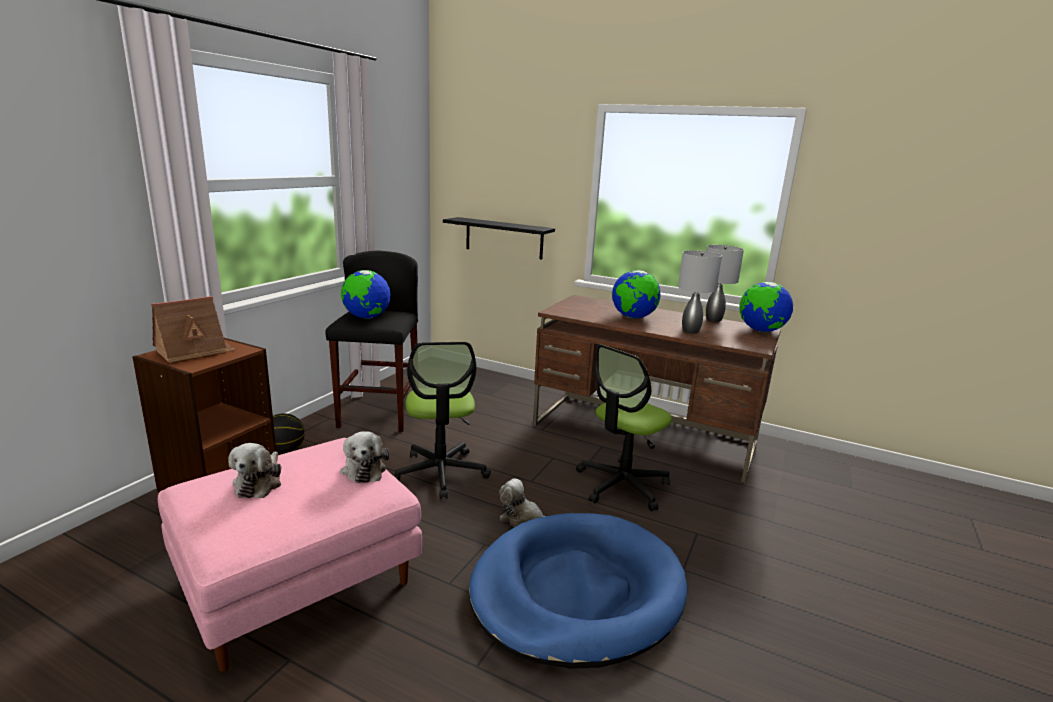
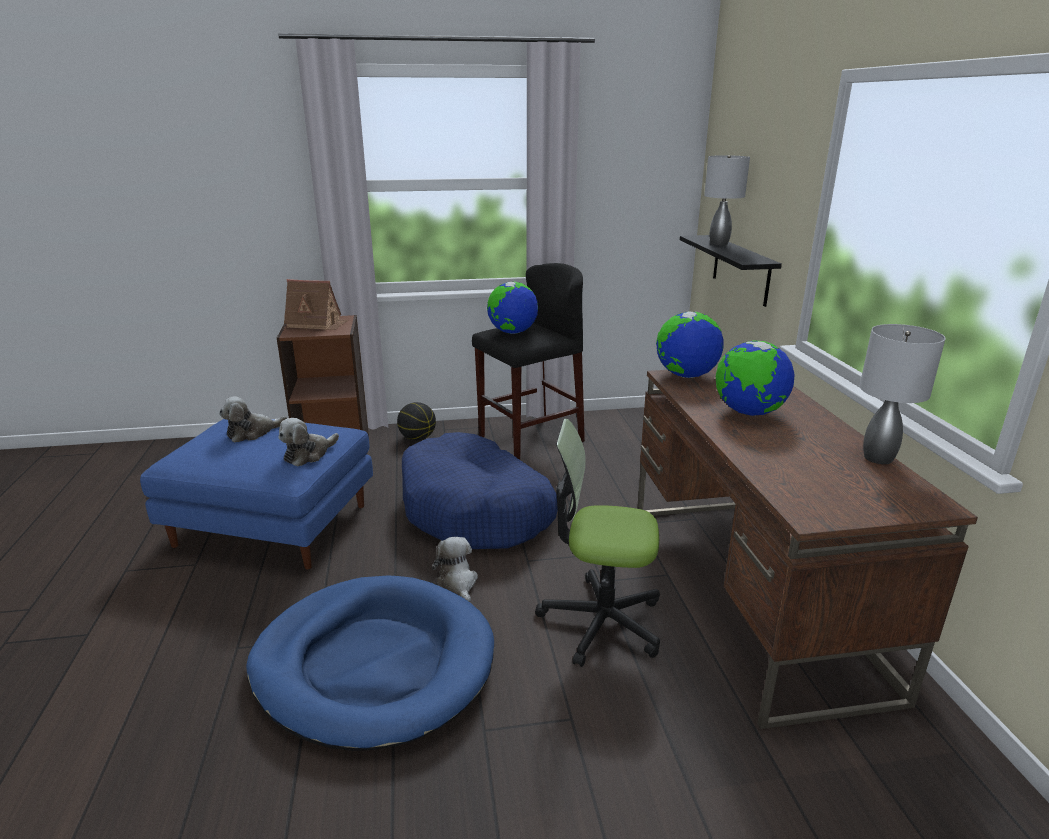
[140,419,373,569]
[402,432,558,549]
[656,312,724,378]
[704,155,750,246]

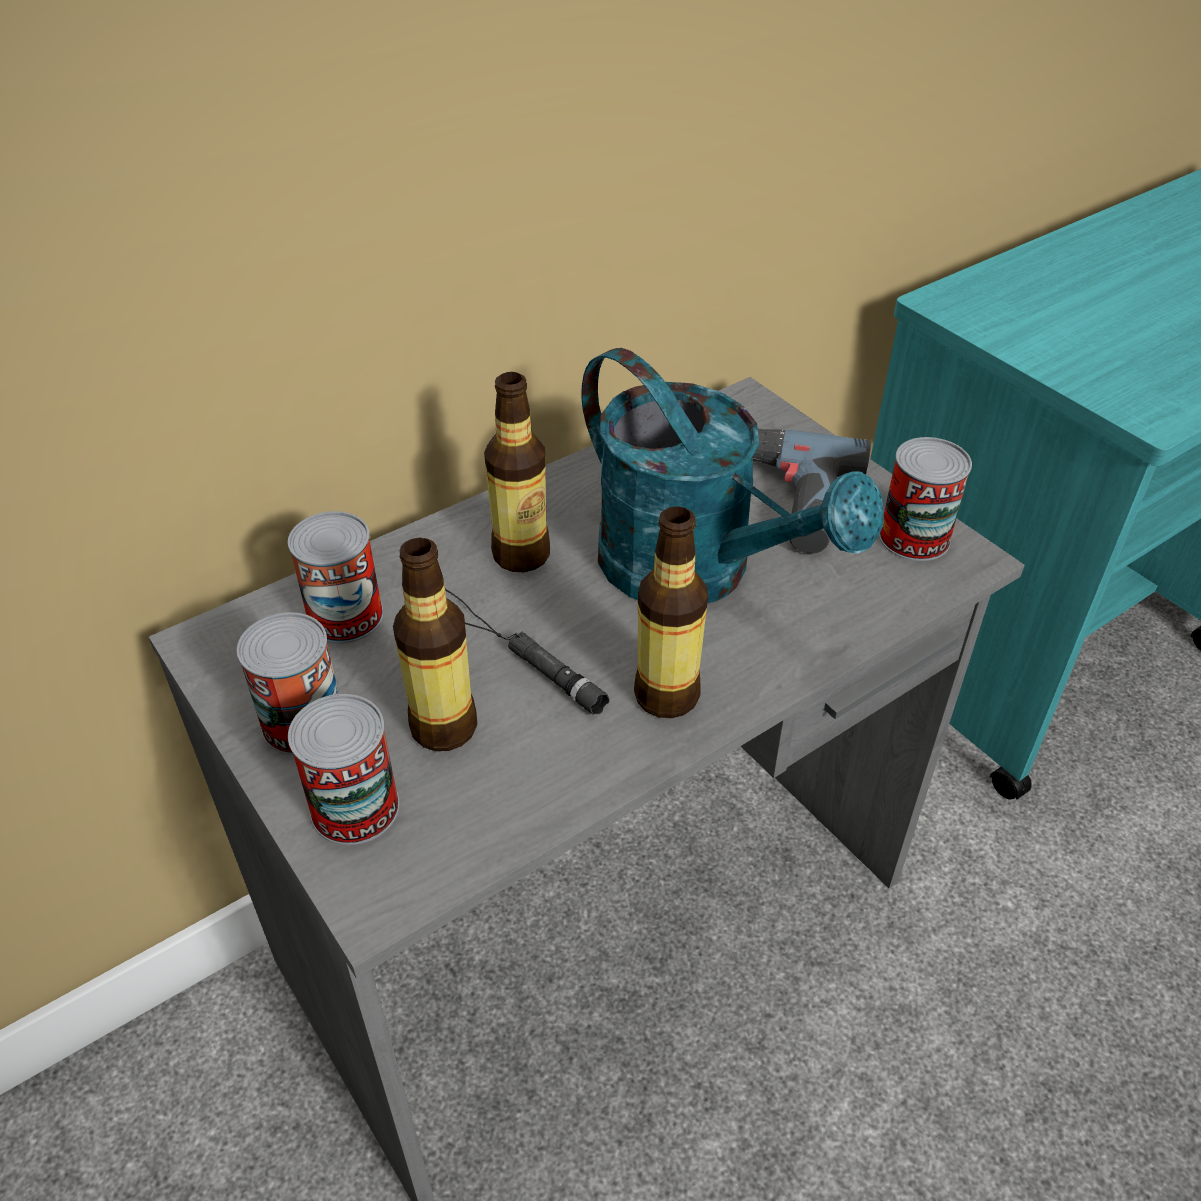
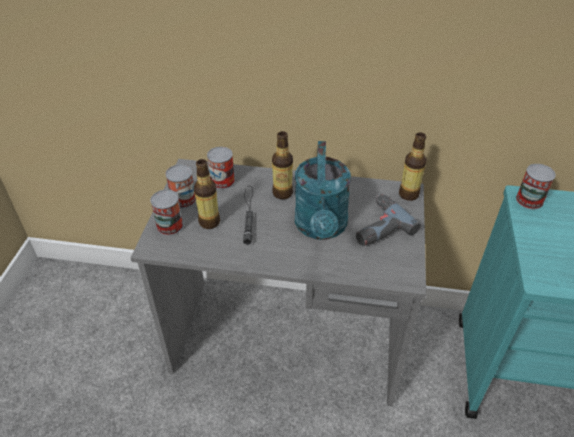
[399,132,427,201]
[516,164,556,209]

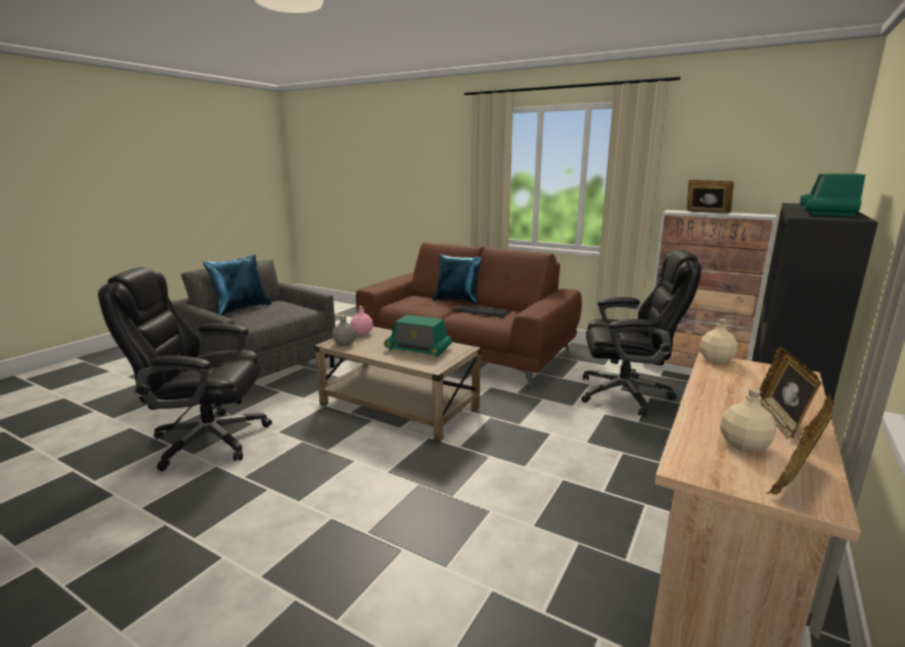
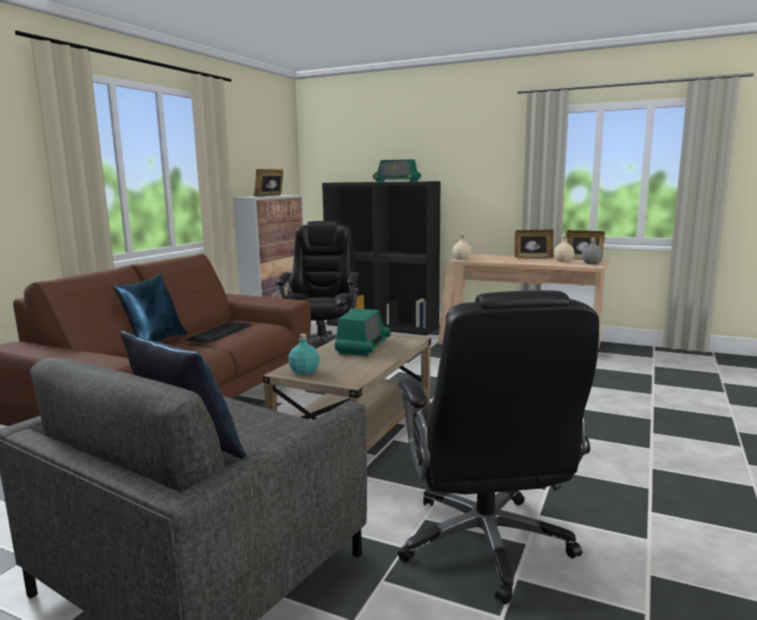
[288,334,320,375]
[581,238,603,264]

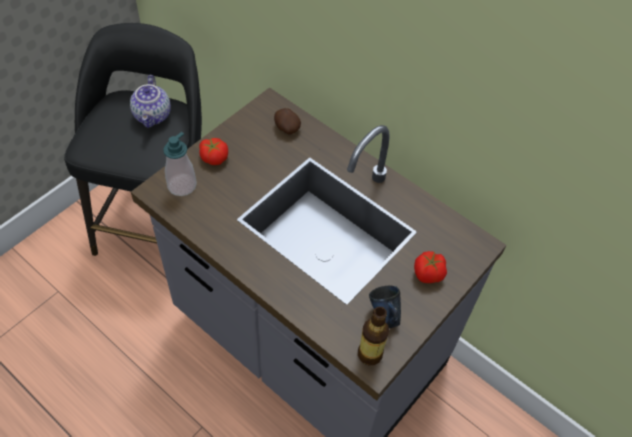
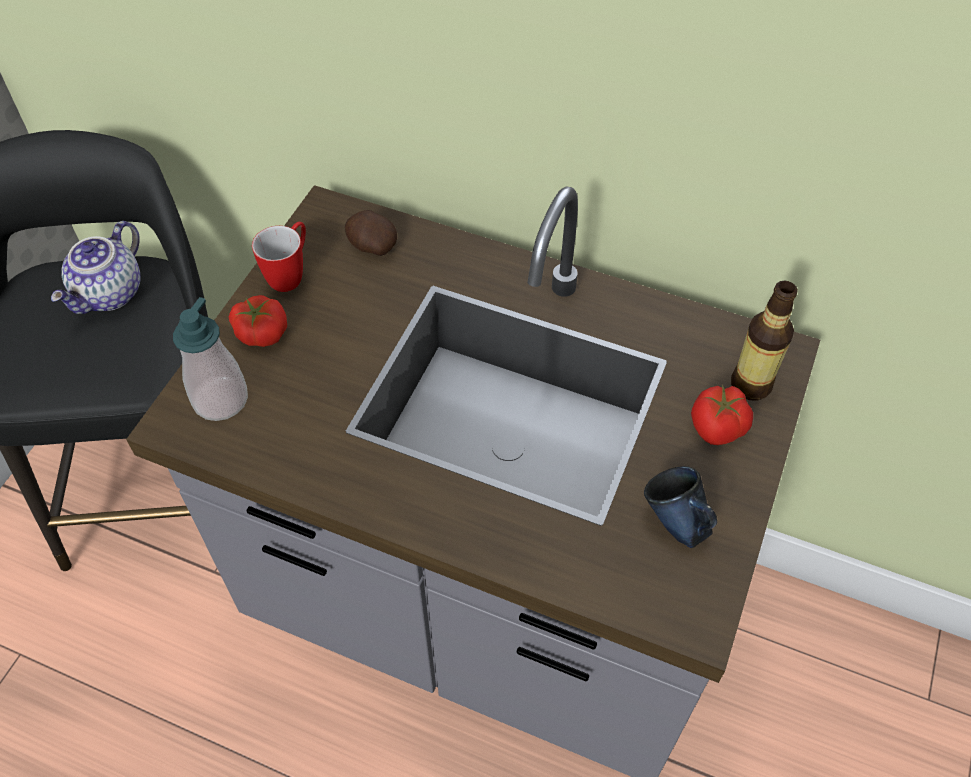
[51,221,141,314]
[252,222,306,292]
[731,280,798,401]

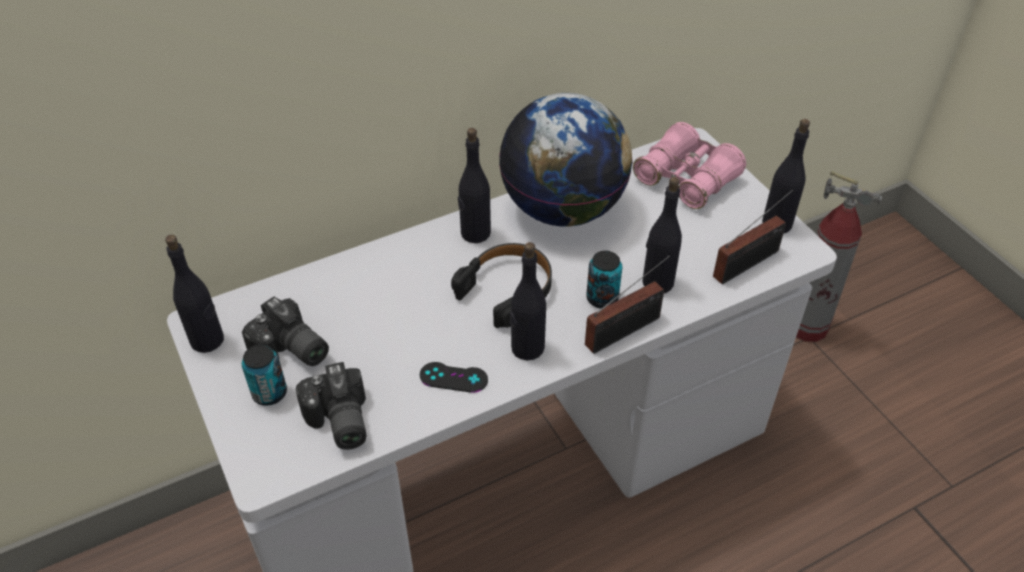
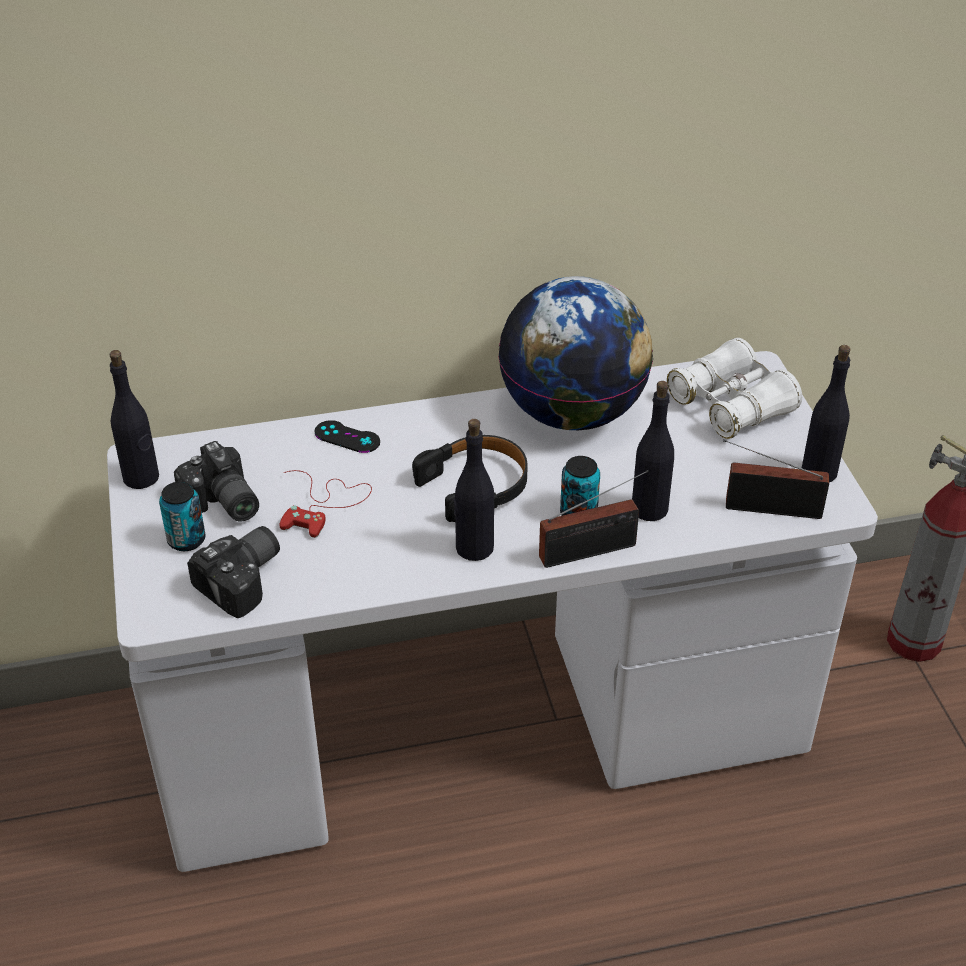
[187,526,280,618]
[279,470,372,538]
[315,420,380,453]
[667,338,802,439]
[723,440,829,519]
[458,128,491,243] (first image)

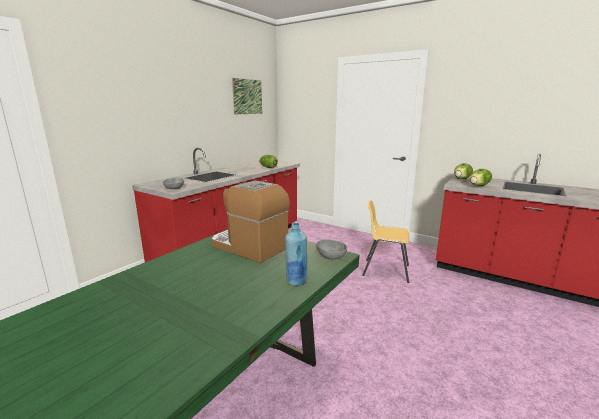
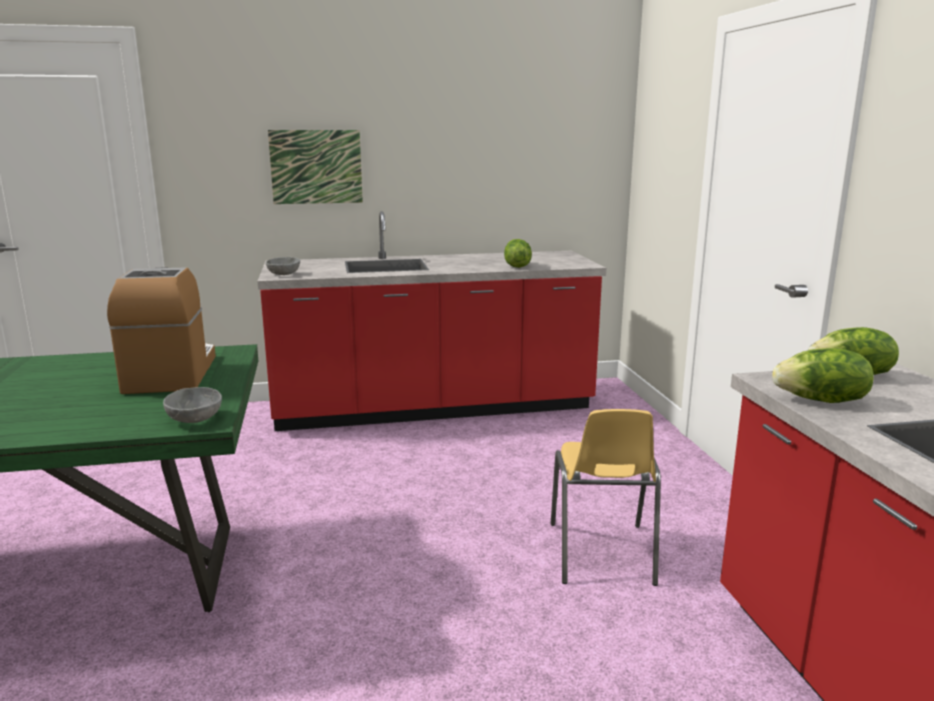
[268,130,363,204]
[550,409,661,586]
[285,223,307,286] (first image)

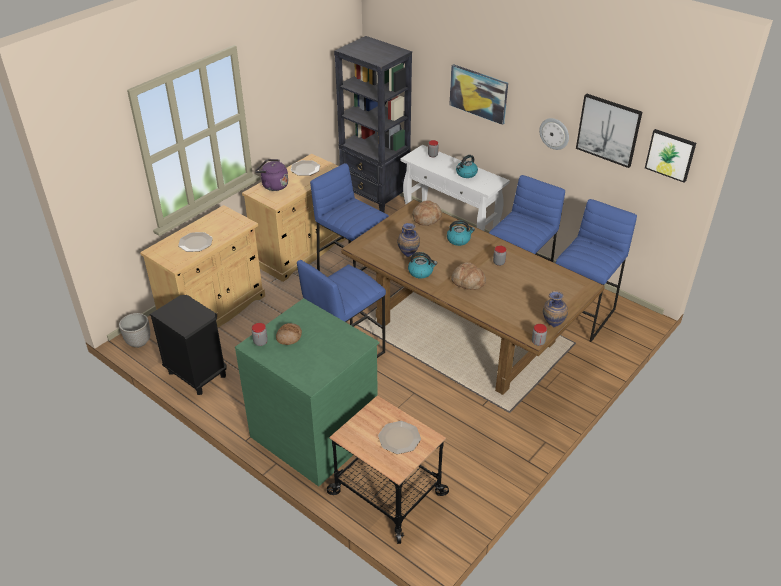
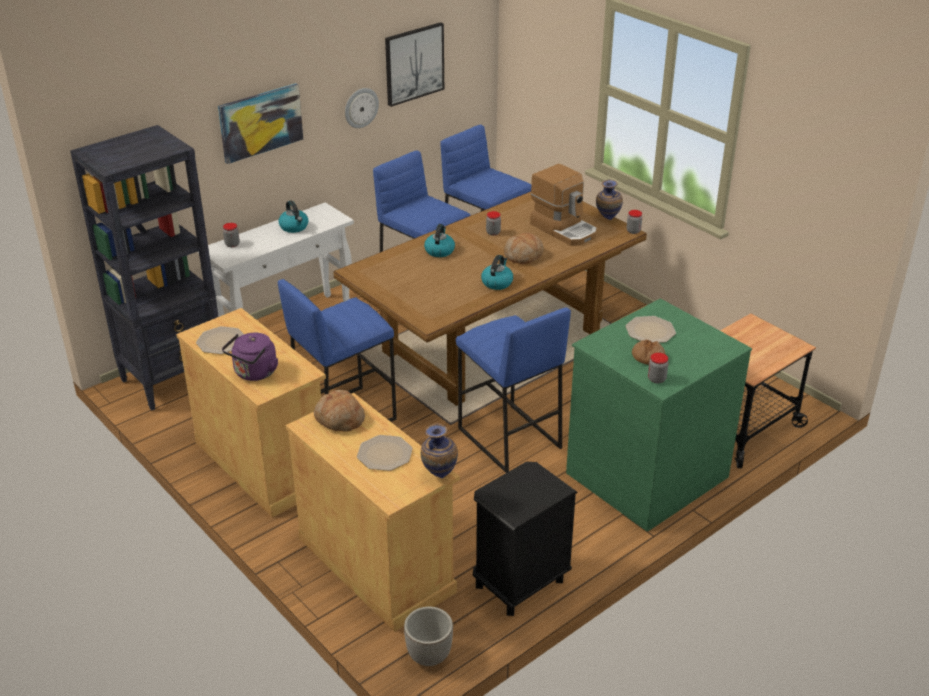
[314,390,365,432]
[421,423,458,479]
[530,164,597,246]
[626,316,676,343]
[645,129,696,183] (first image)

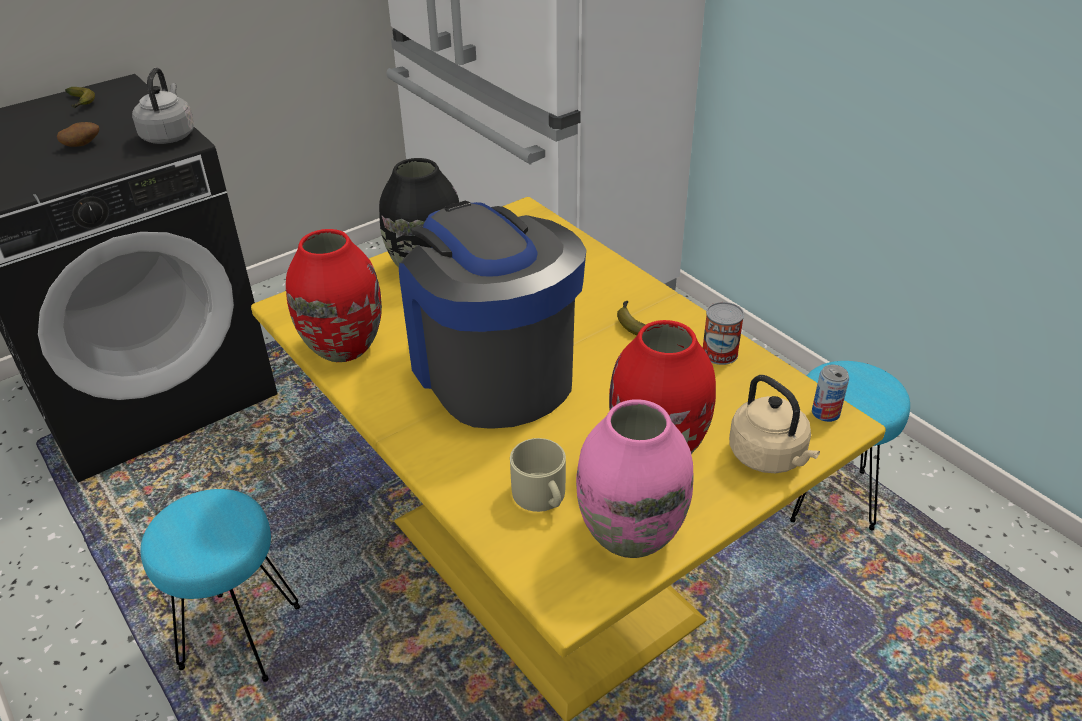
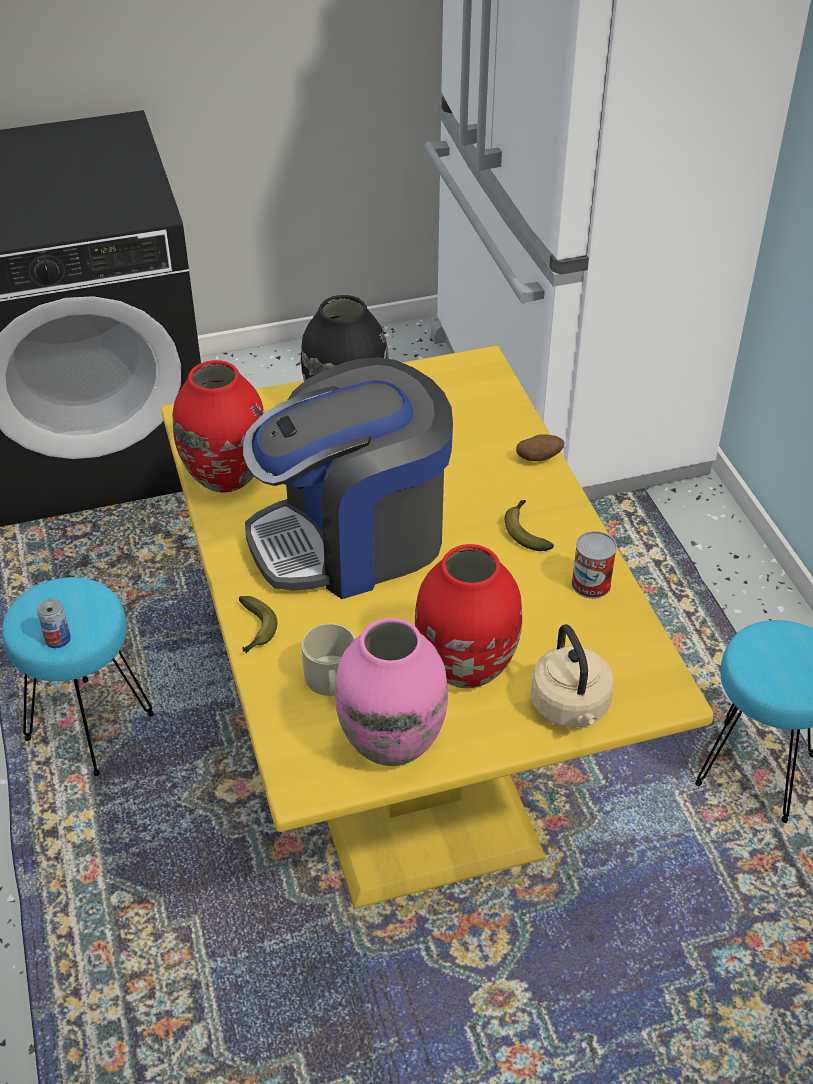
[37,598,71,648]
[239,596,277,653]
[243,357,453,599]
[516,434,564,461]
[132,68,194,144] (first image)

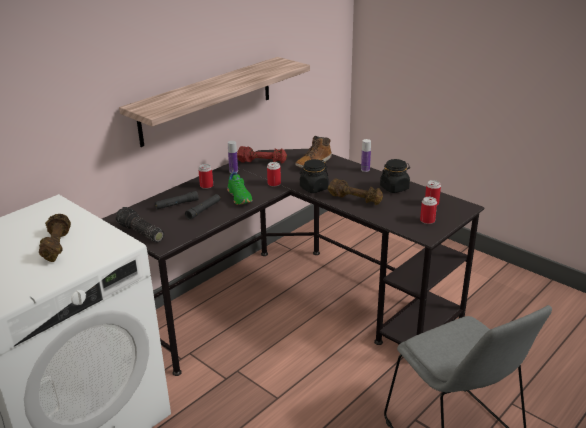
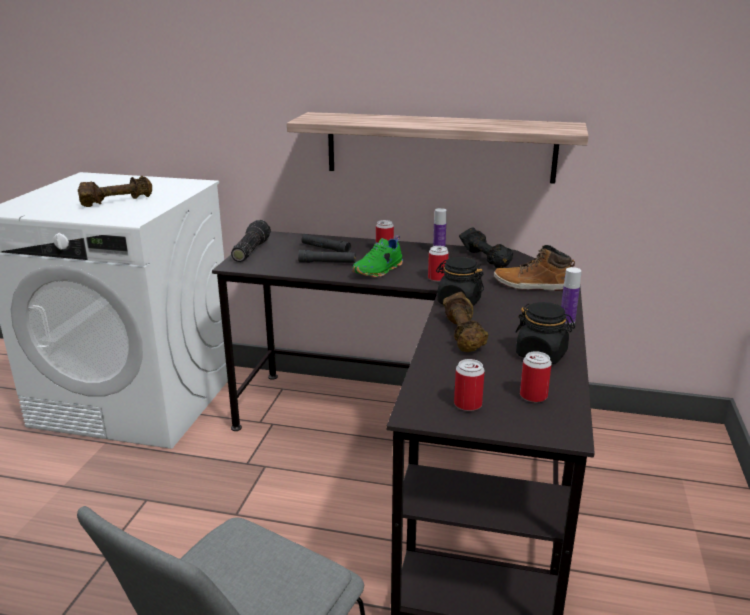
[459,227,513,268]

